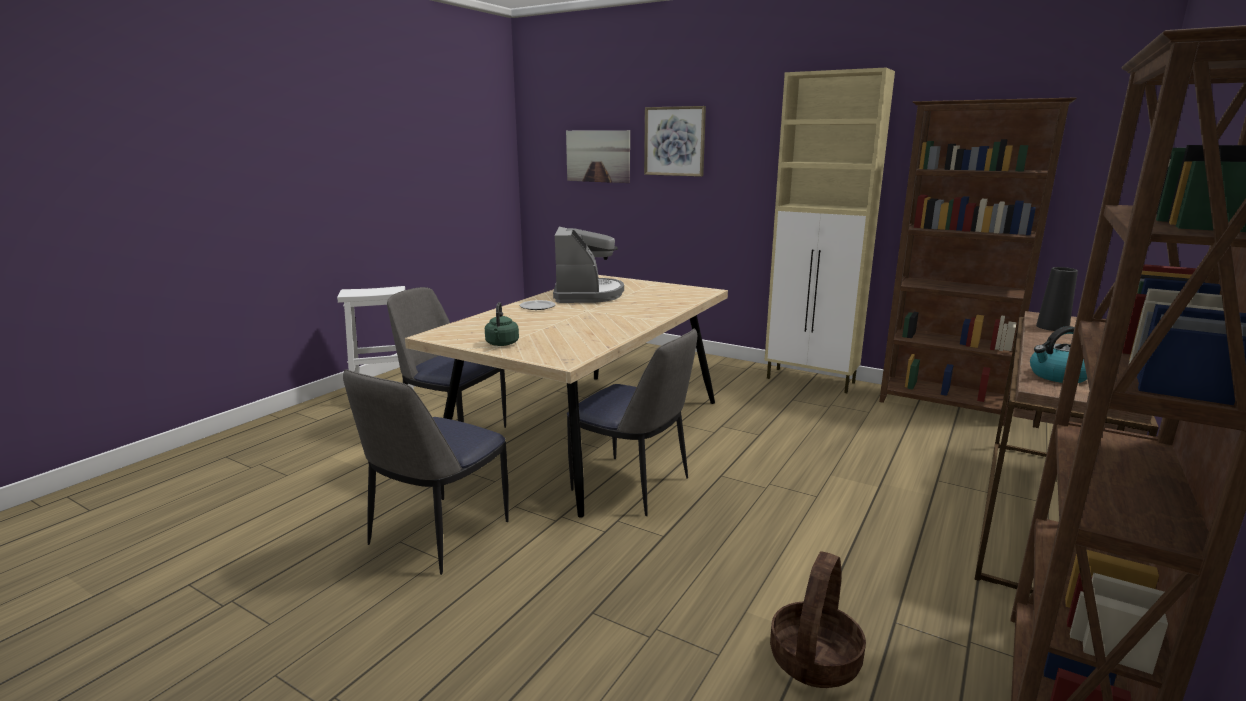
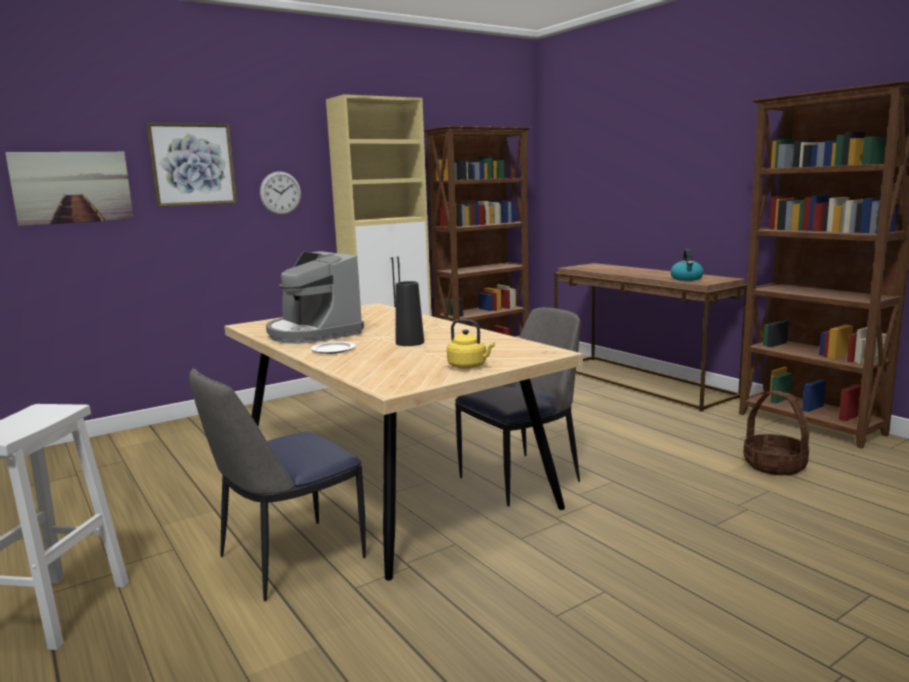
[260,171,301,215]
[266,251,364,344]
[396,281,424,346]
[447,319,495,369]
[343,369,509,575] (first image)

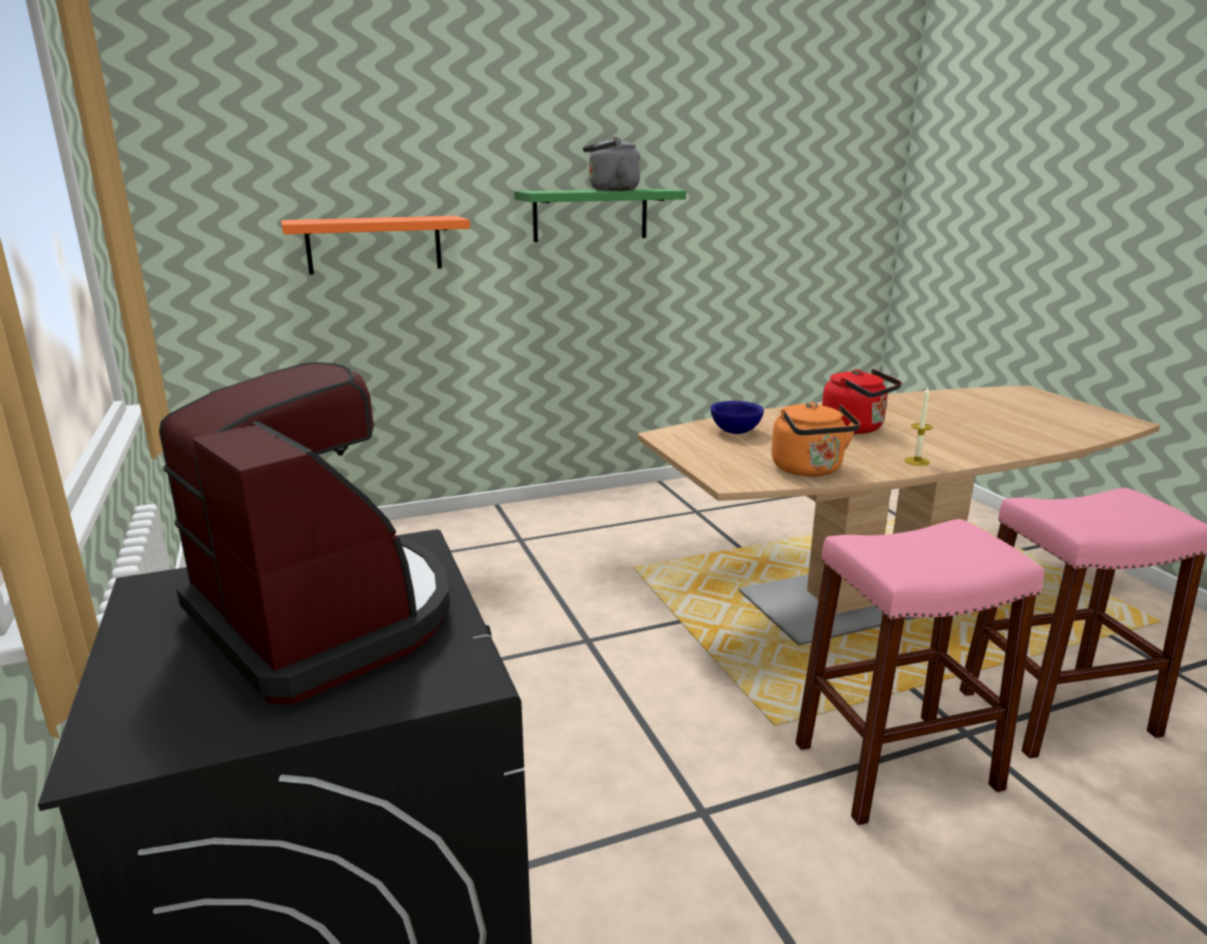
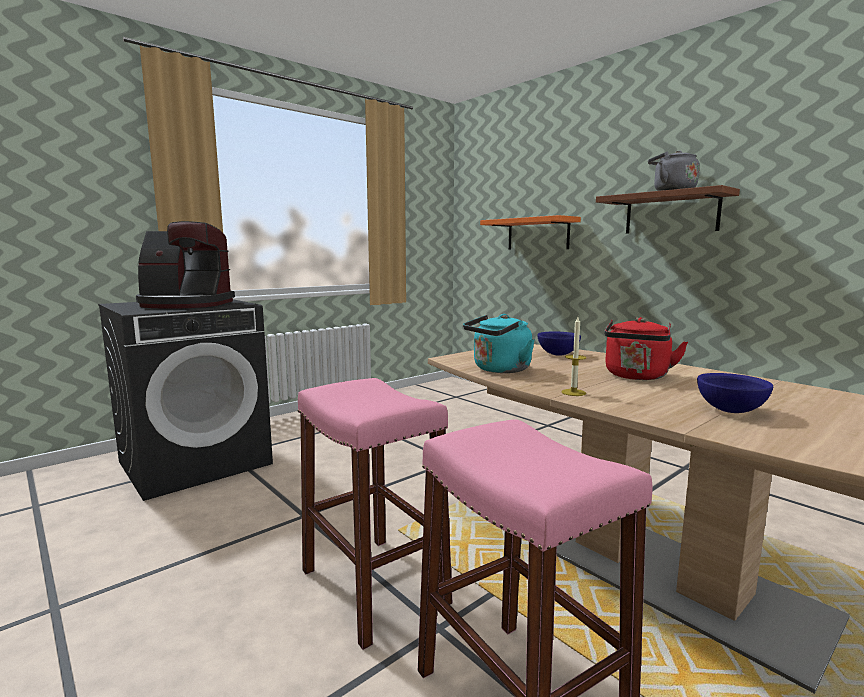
[136,221,235,309]
[463,314,535,373]
[596,185,740,234]
[697,373,773,413]

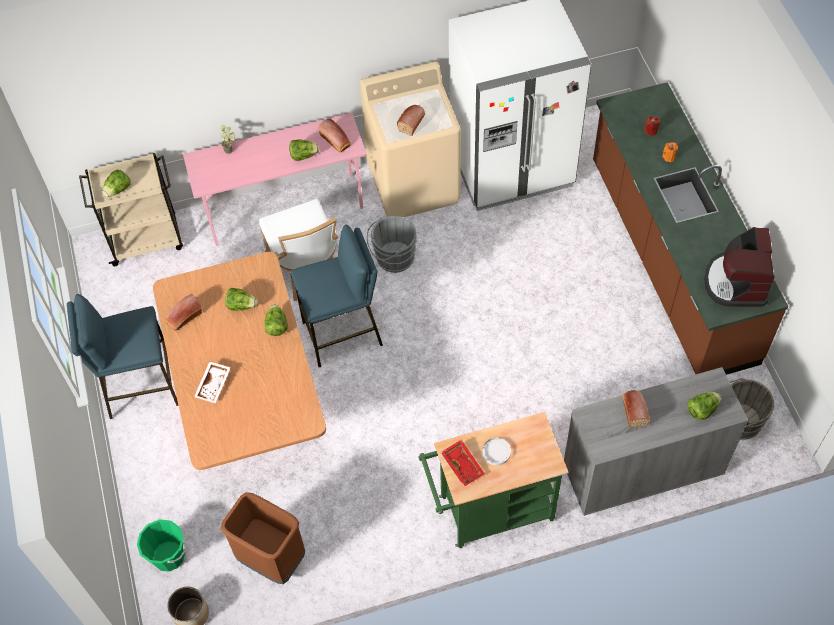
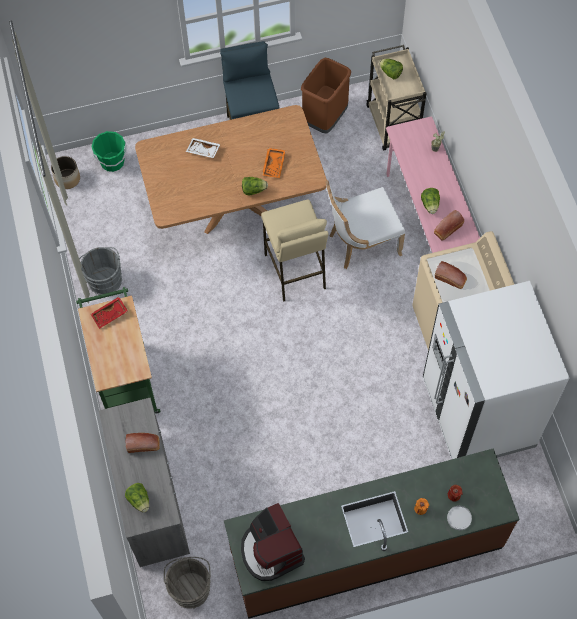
[79,247,122,295]
[241,503,305,581]
[261,199,328,302]
[262,148,286,178]
[301,58,351,134]
[447,506,472,530]
[166,294,202,331] (first image)

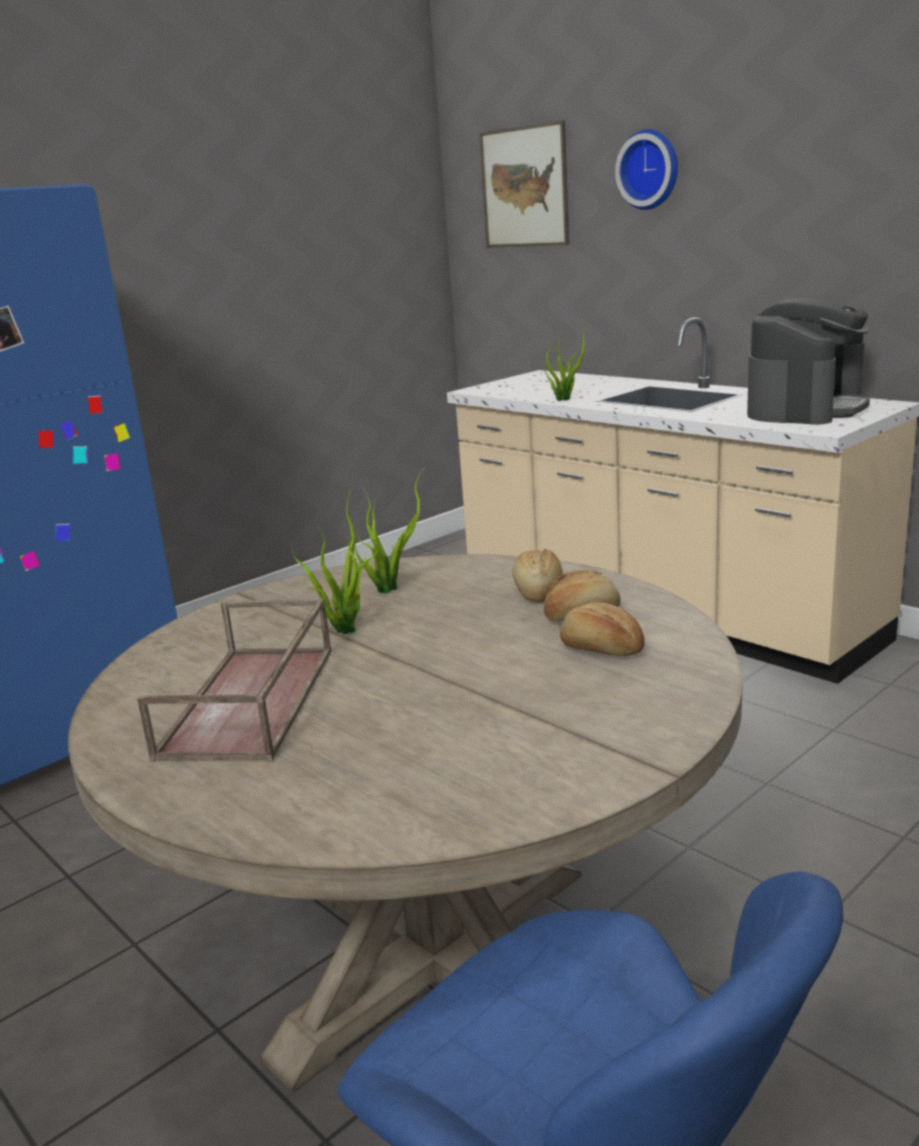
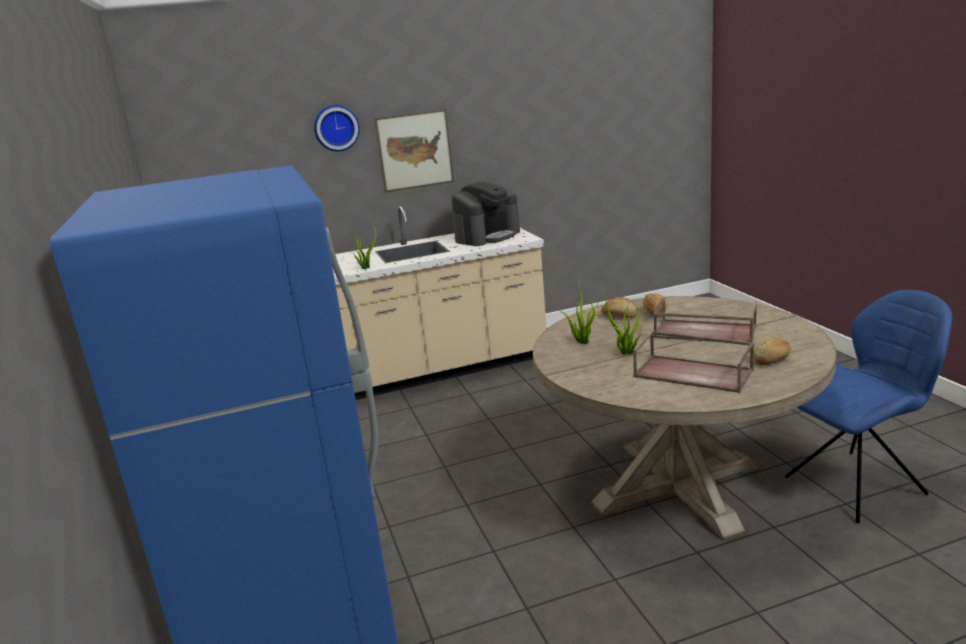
[374,109,454,193]
[451,182,520,246]
[653,298,757,343]
[753,337,791,365]

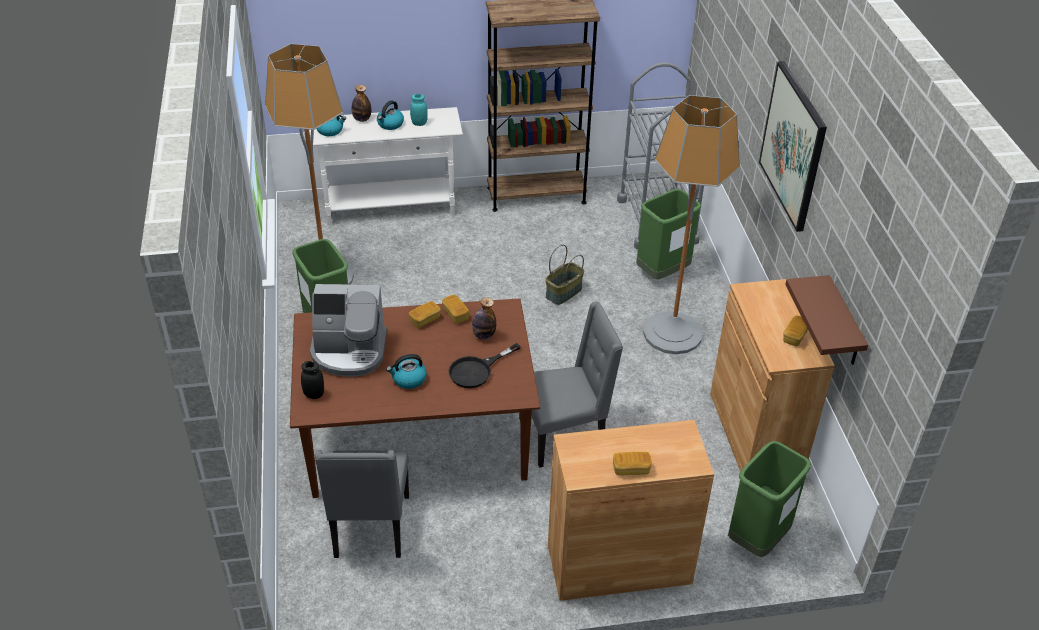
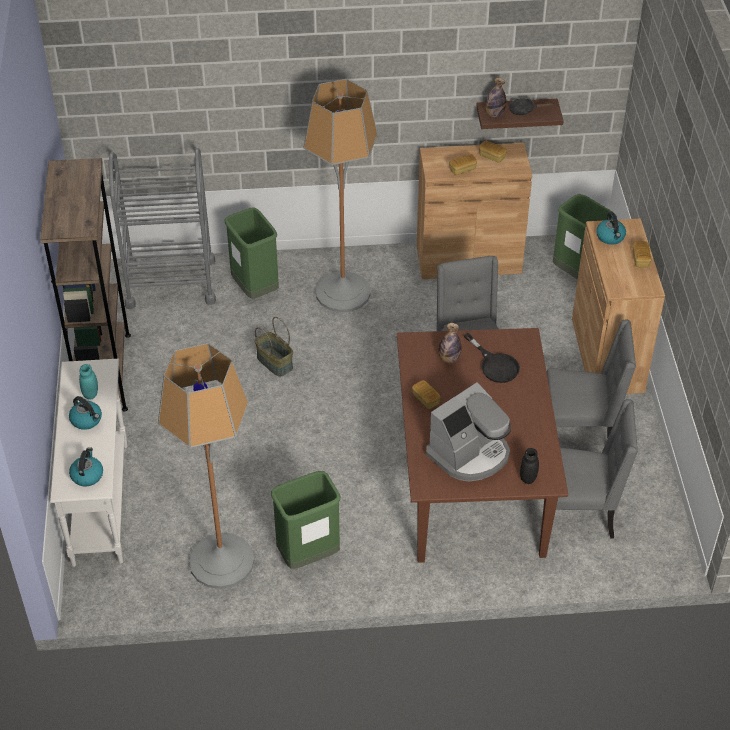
[426,382,511,482]
[449,154,477,175]
[485,78,506,117]
[509,98,554,115]
[547,319,636,439]
[596,212,626,245]
[759,61,827,232] (first image)

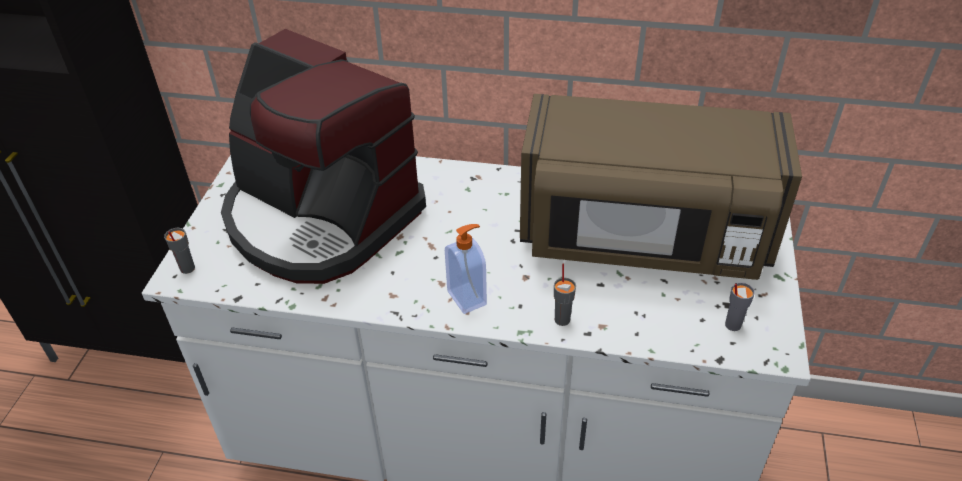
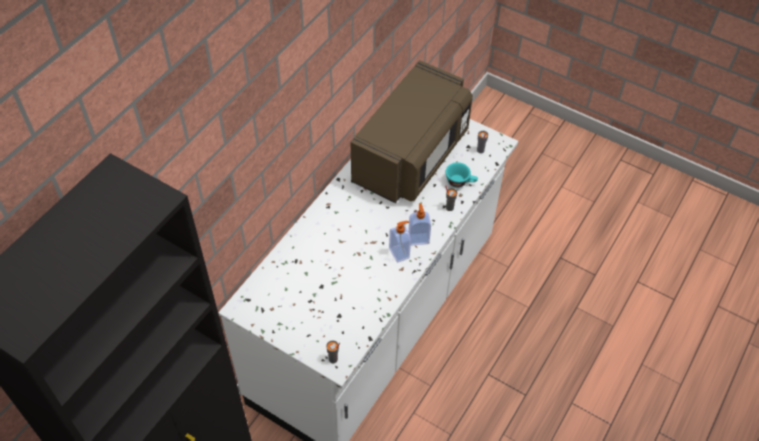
[389,221,411,263]
[446,162,478,188]
[221,29,426,284] (first image)

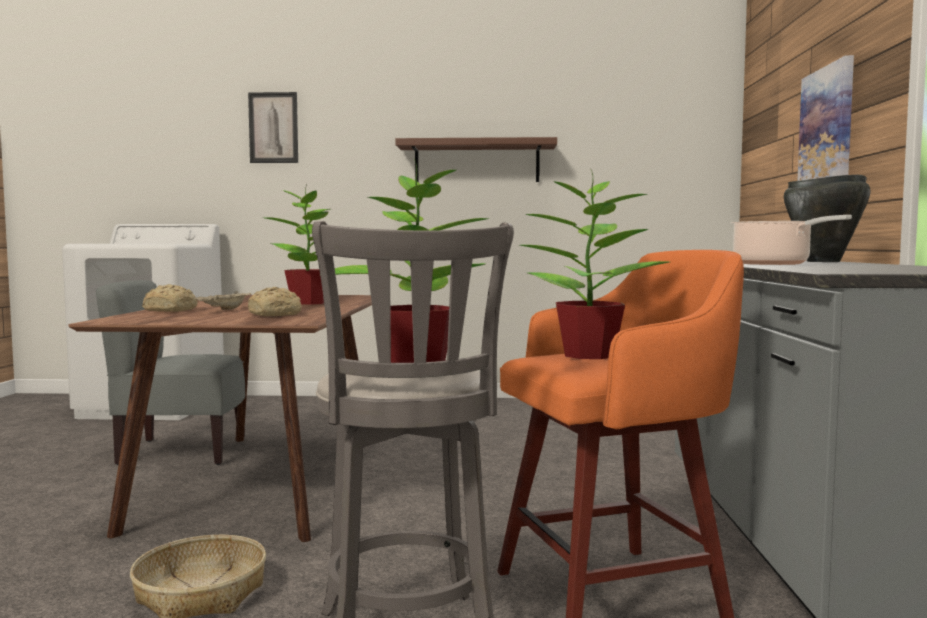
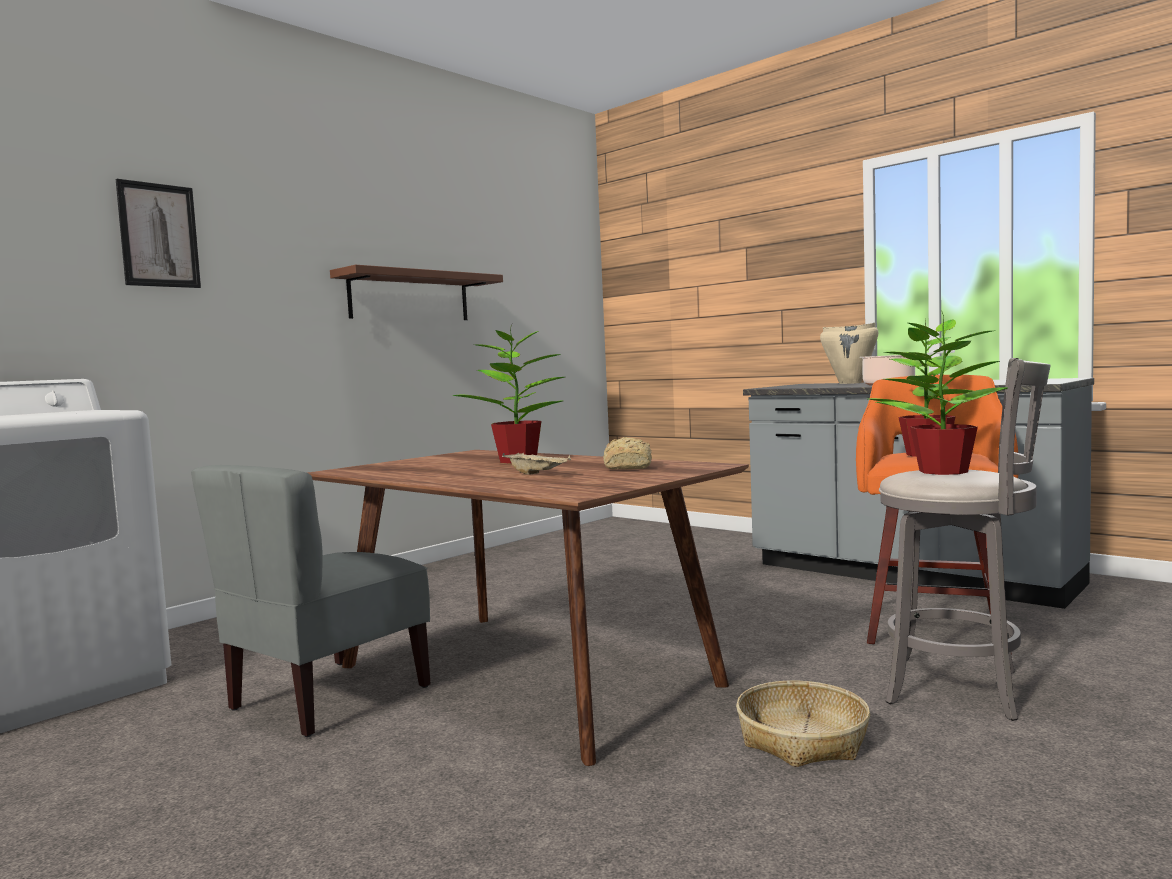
[820,323,879,384]
[142,284,198,312] (first image)
[798,55,854,181] (first image)

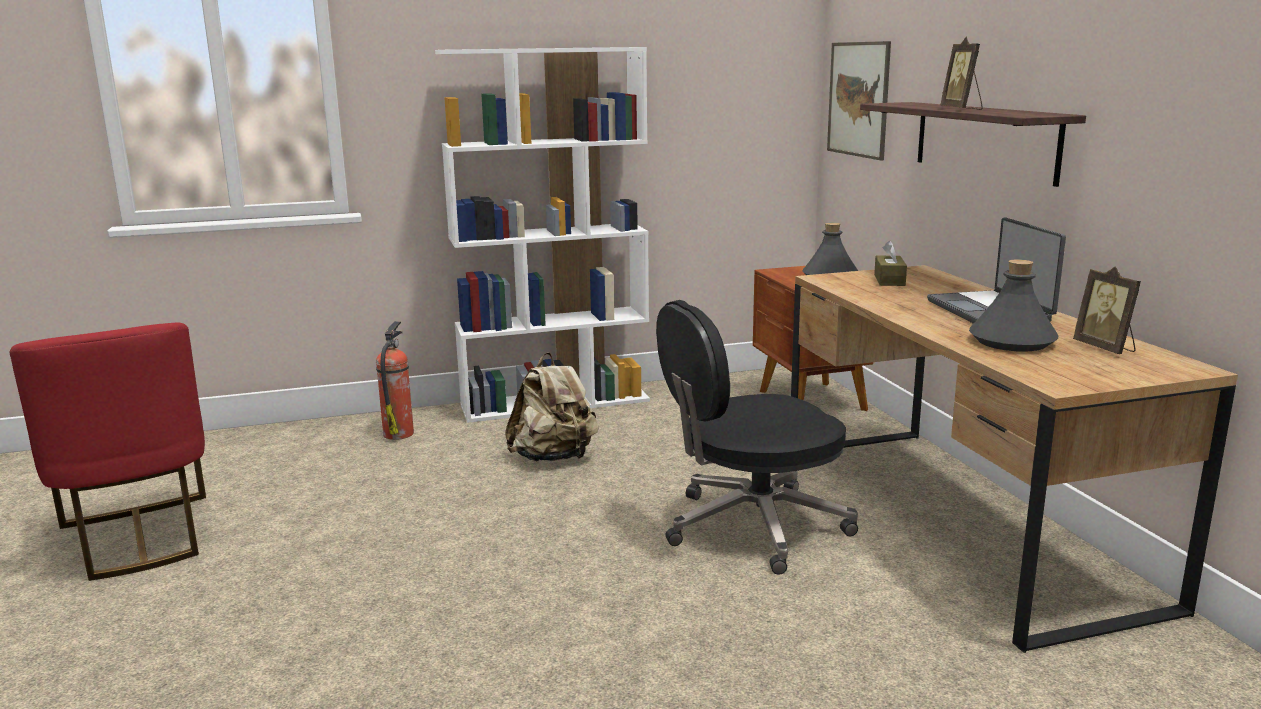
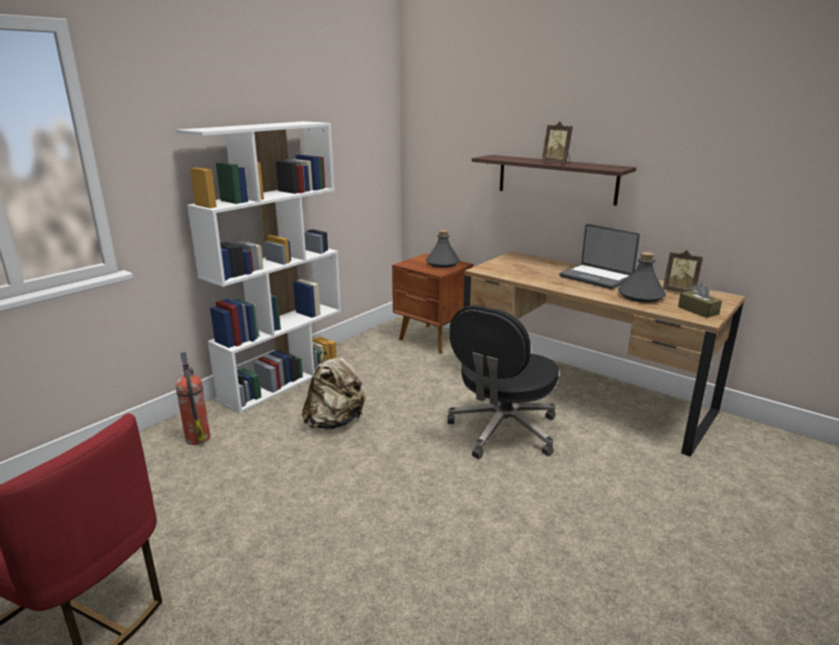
[678,283,722,318]
[827,41,891,160] (first image)

